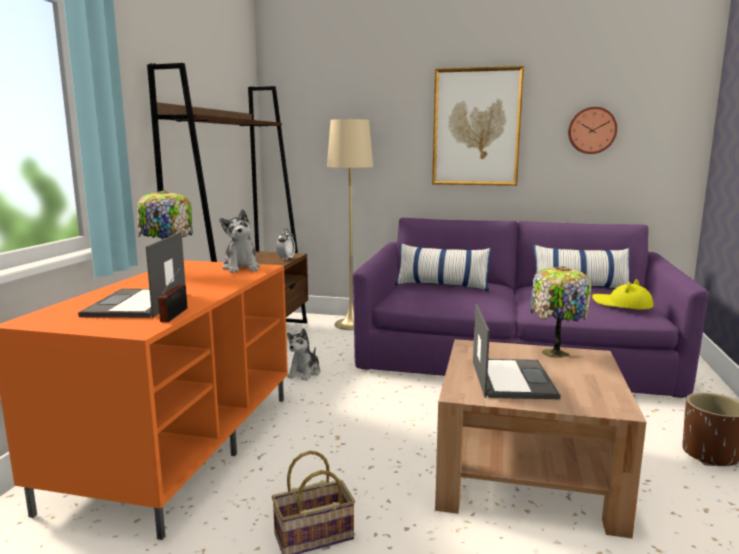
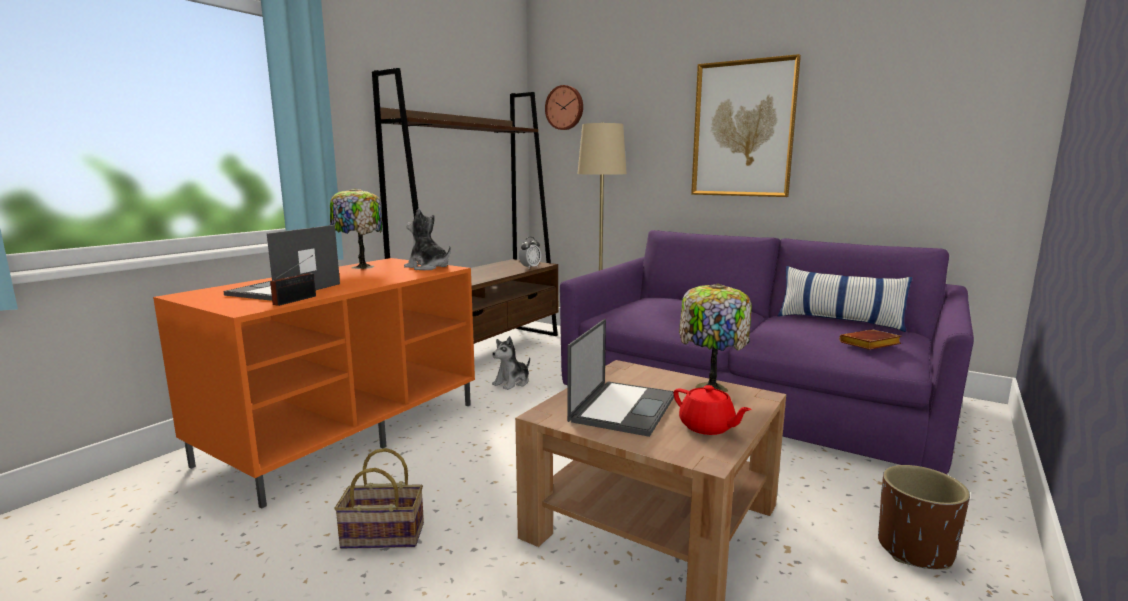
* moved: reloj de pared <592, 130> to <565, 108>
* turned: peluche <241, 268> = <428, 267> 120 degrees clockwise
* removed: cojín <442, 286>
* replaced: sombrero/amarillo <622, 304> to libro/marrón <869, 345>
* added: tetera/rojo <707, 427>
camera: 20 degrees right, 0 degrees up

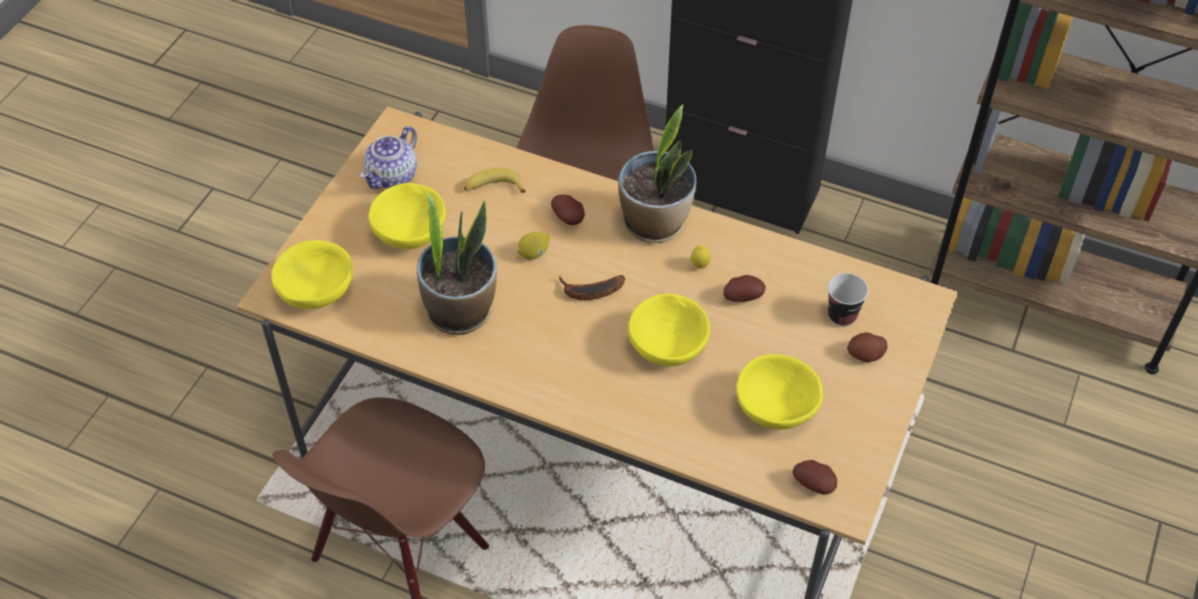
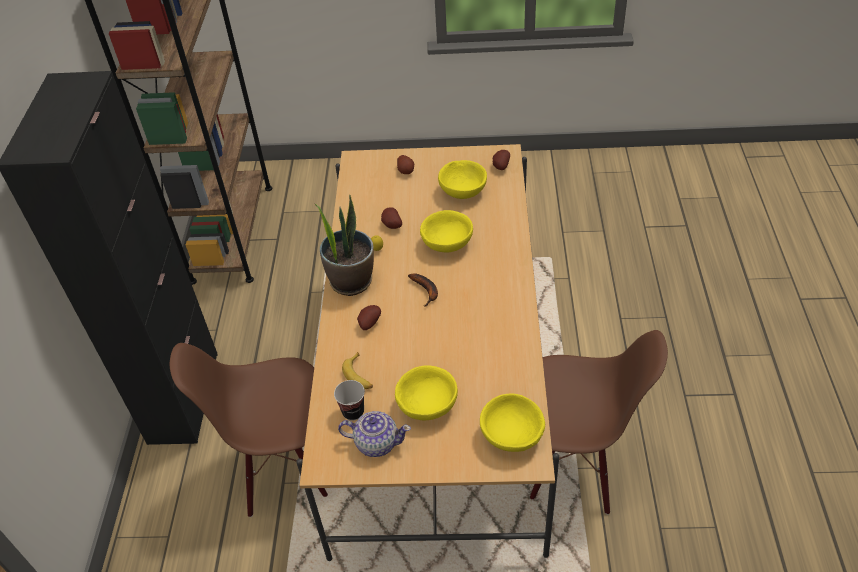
* removed: planta en maceta <460, 311>
* removed: limón <534, 254>
* moved: taza <842, 315> to <353, 412>
camera: 110 degrees left, 5 degrees down

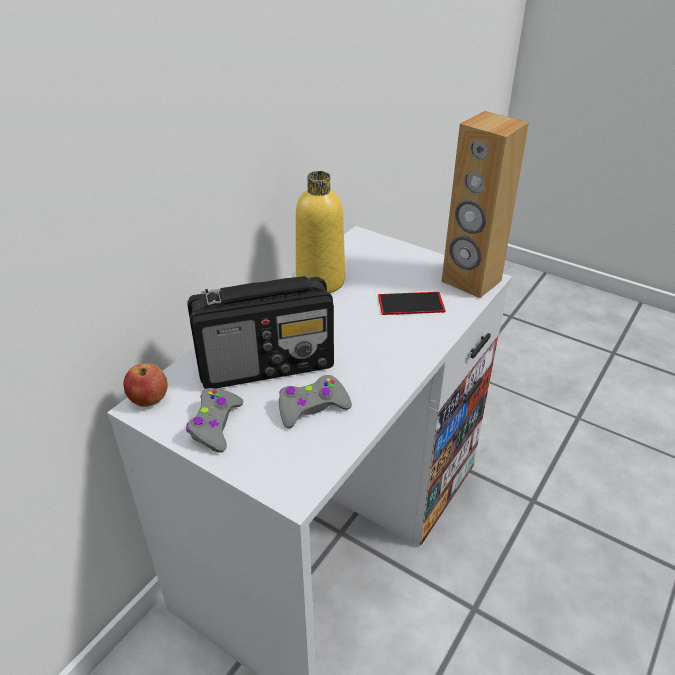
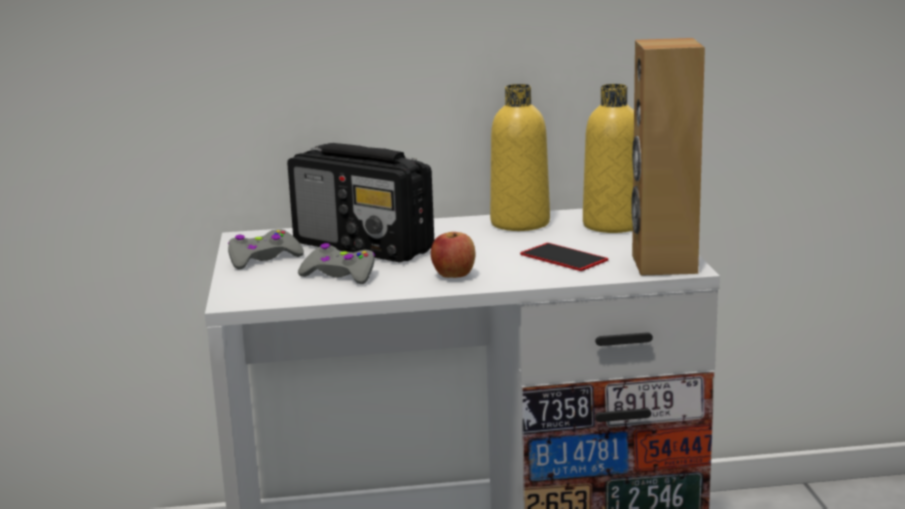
* moved: manzana <149, 400> to <453, 276>
* added: botella/amarillo <612, 225>
camera: 50 degrees right, 20 degrees down

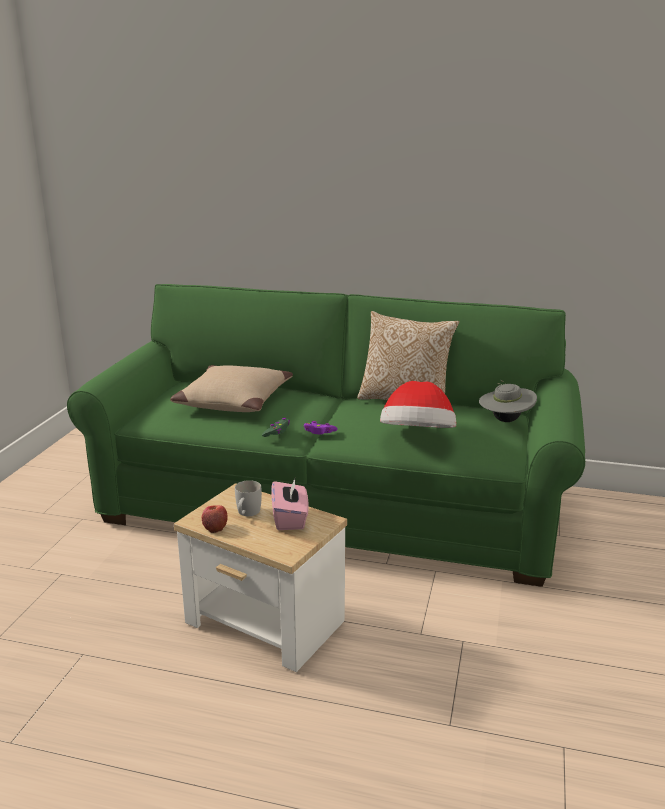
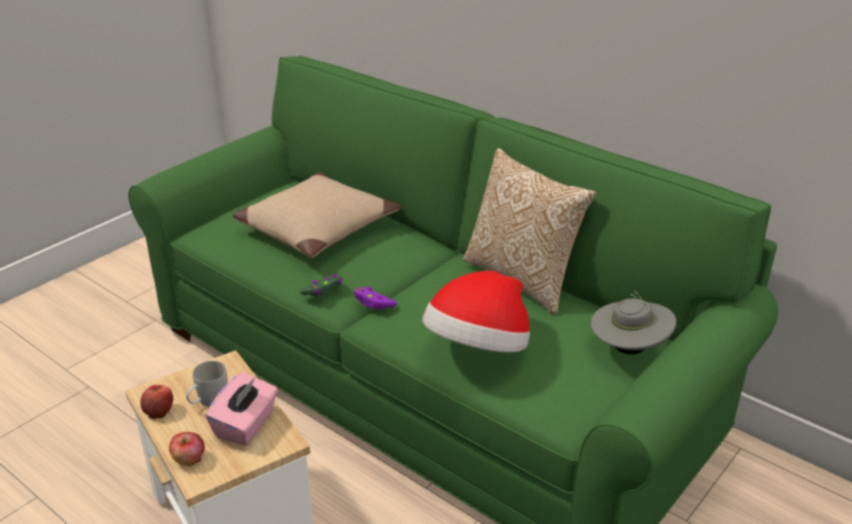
* added: manzana <189, 459>
camera: 25 degrees right, 10 degrees up

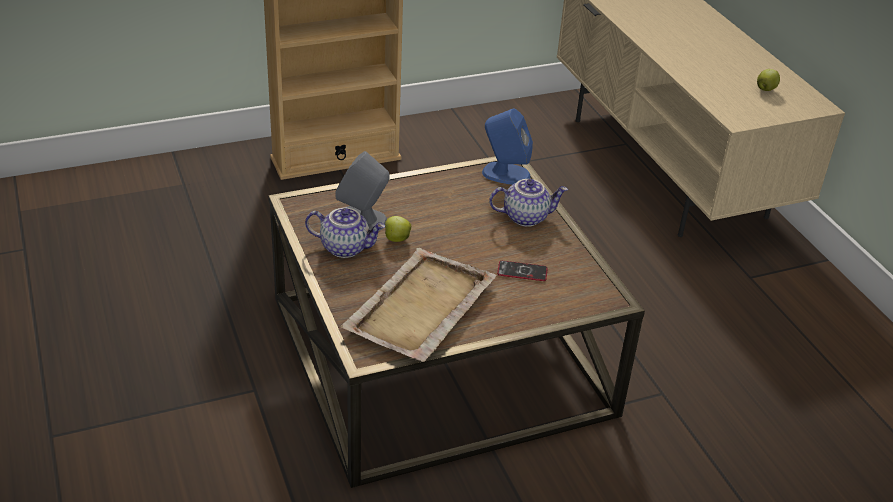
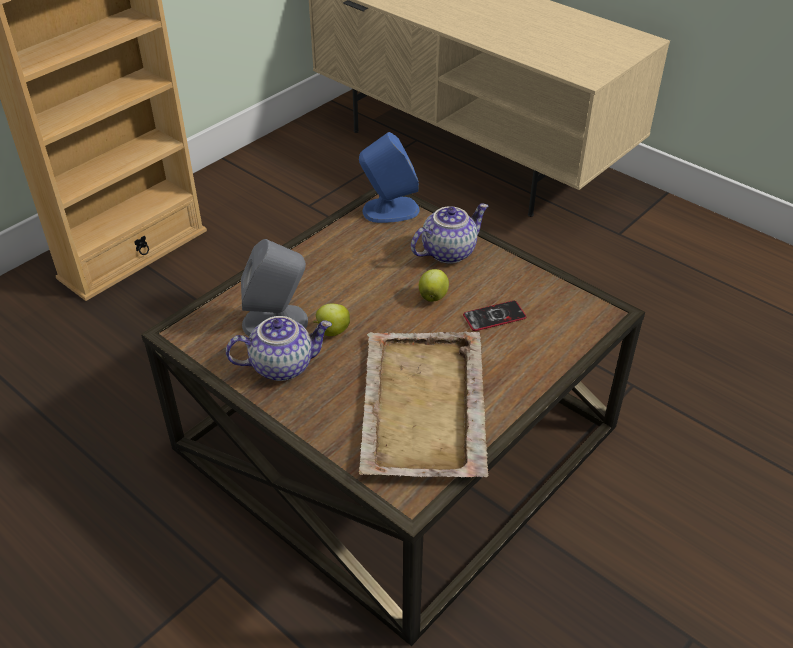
* moved: manzana <766, 89> to <433, 296>
camera: 25 degrees left, 5 degrees up

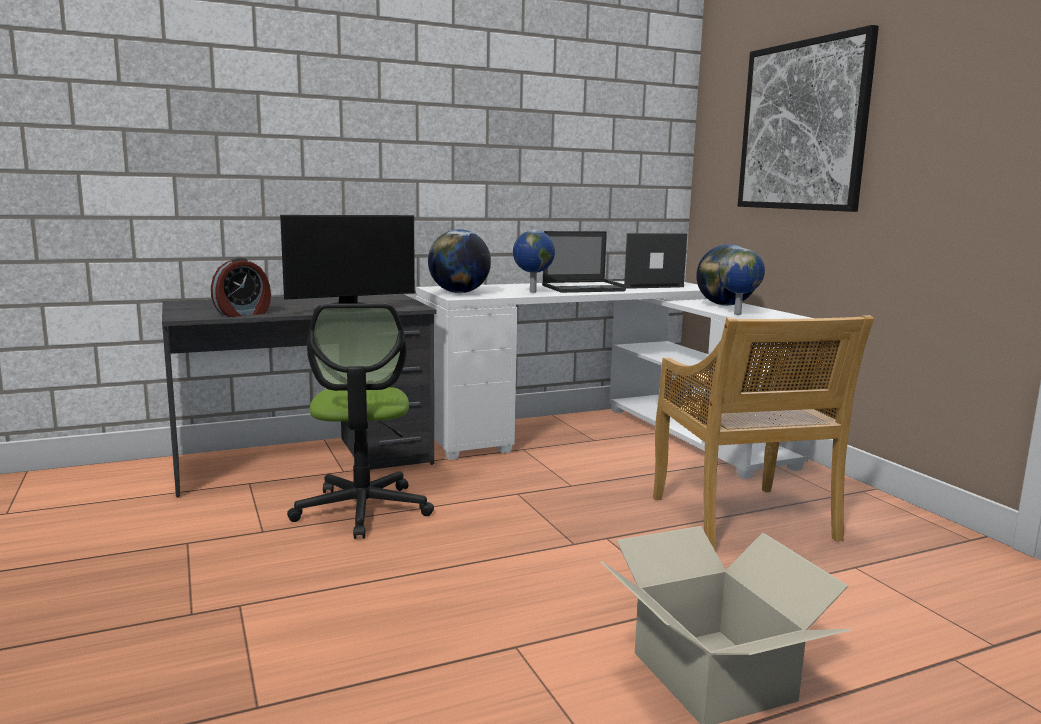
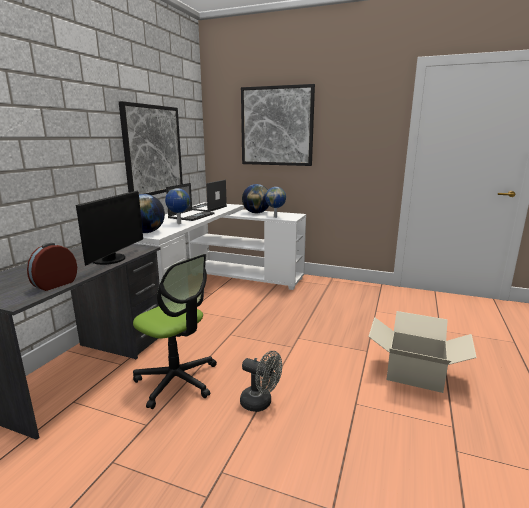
* turned: despertador <243, 313> = <54, 284> 150 degrees counterclockwise
* removed: silla/beis <743, 520>
* added: cuadro <153, 150>
* added: ventilador/gris <260, 403>
camera: 45 degrees left, 5 degrees up

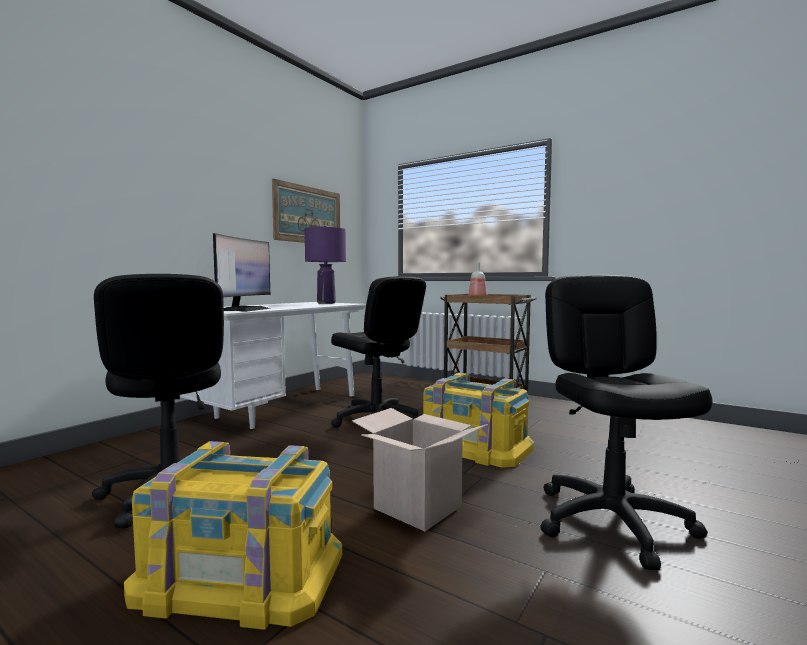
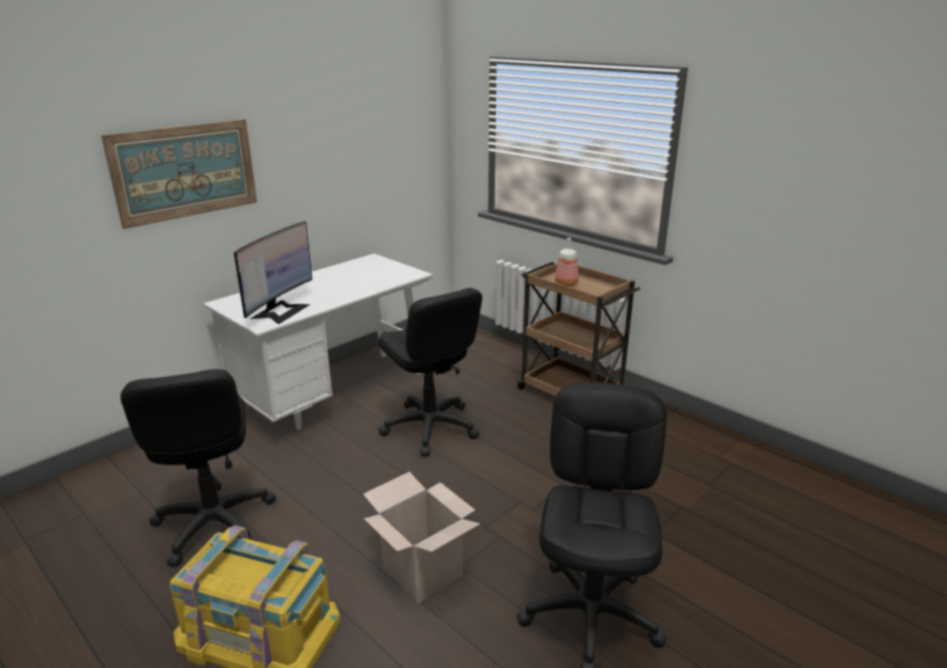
* moved: cuadro <308, 215> to <185, 171>
* removed: lámpara de mesa/morado <326, 303>
* removed: caja de almacenaje/amarillo <474, 446>
camera: 10 degrees right, 20 degrees up

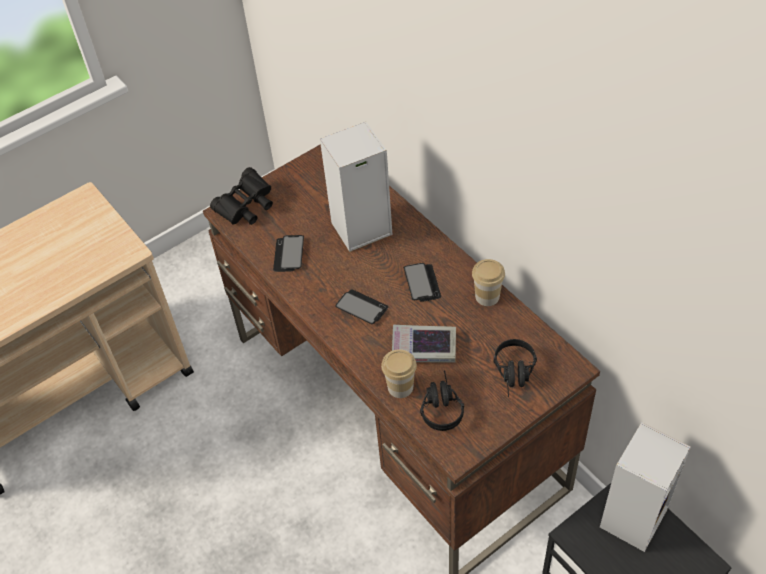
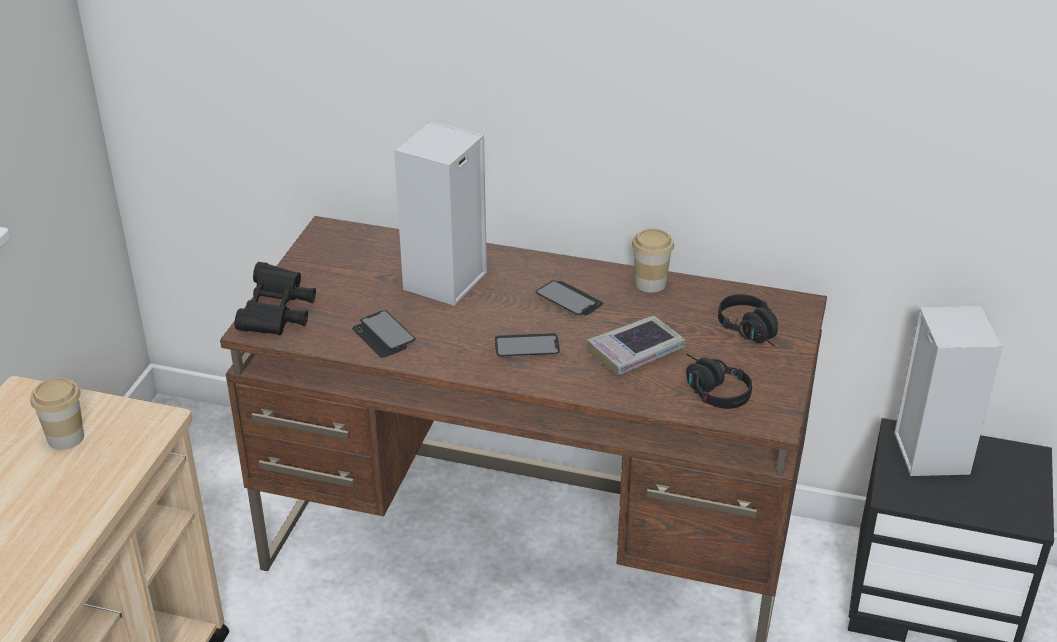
* moved: taza <400, 387> to <66, 438>
camera: 40 degrees left, 15 degrees down

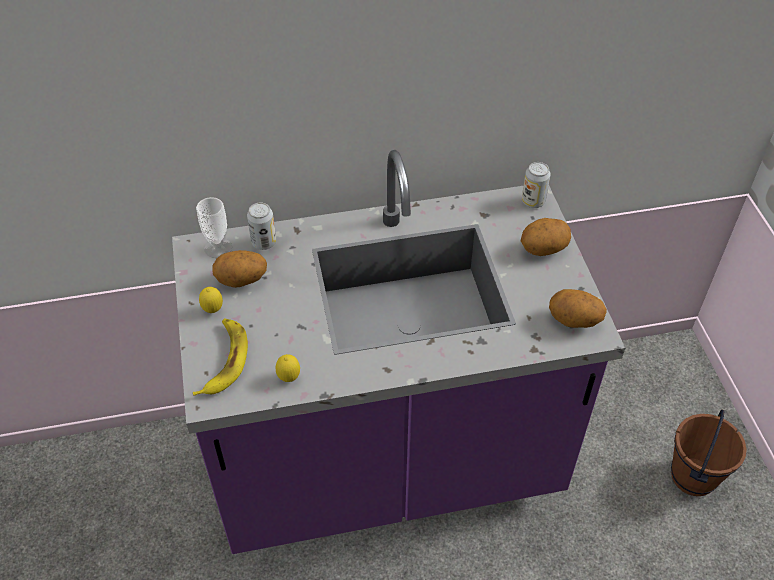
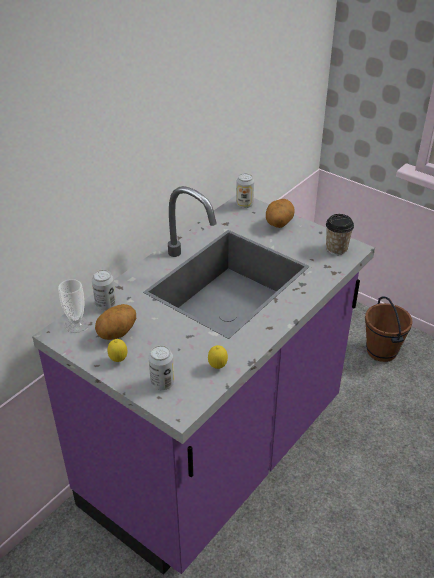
* replaced: patata <573, 321> to taza <336, 249>
* replaced: plátano <224, 360> to lata <162, 383>
camera: 40 degrees left, 10 degrees down

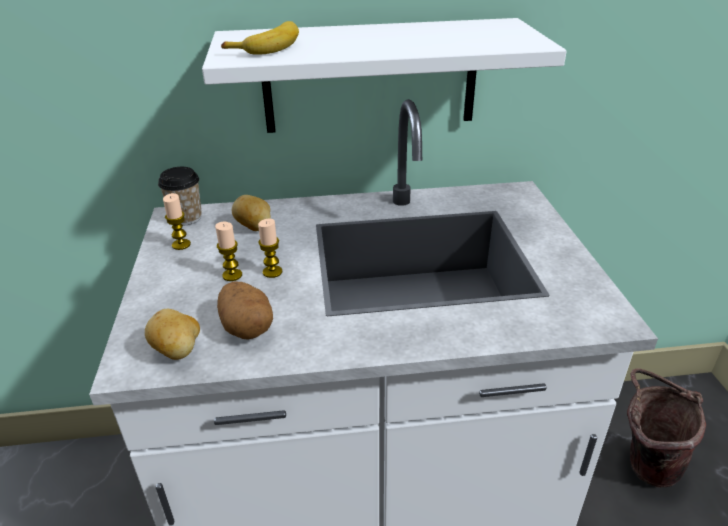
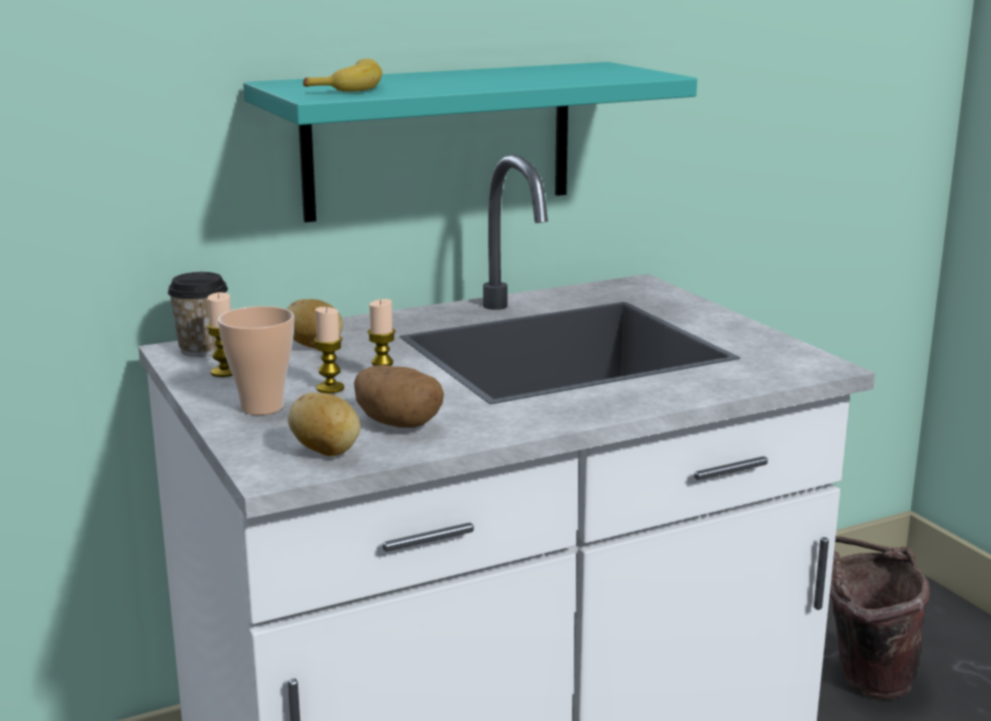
* recoloured: estante/blanco <370, 77> to estante/turquesa <439, 140>
* added: taza <262, 407>
camera: 20 degrees left, 15 degrees down

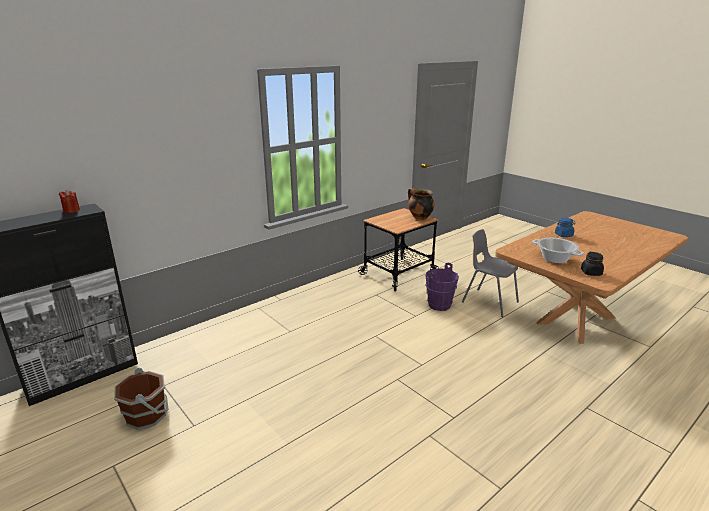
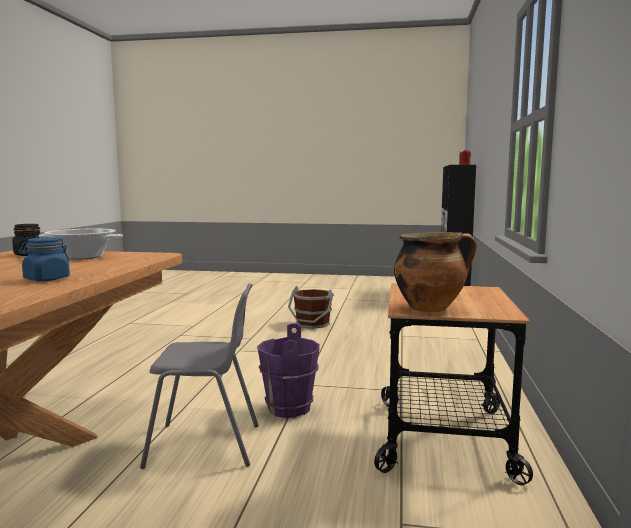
* moved: cubo/marrón <147, 415> to <312, 324>
camera: 140 degrees right, 15 degrees down

